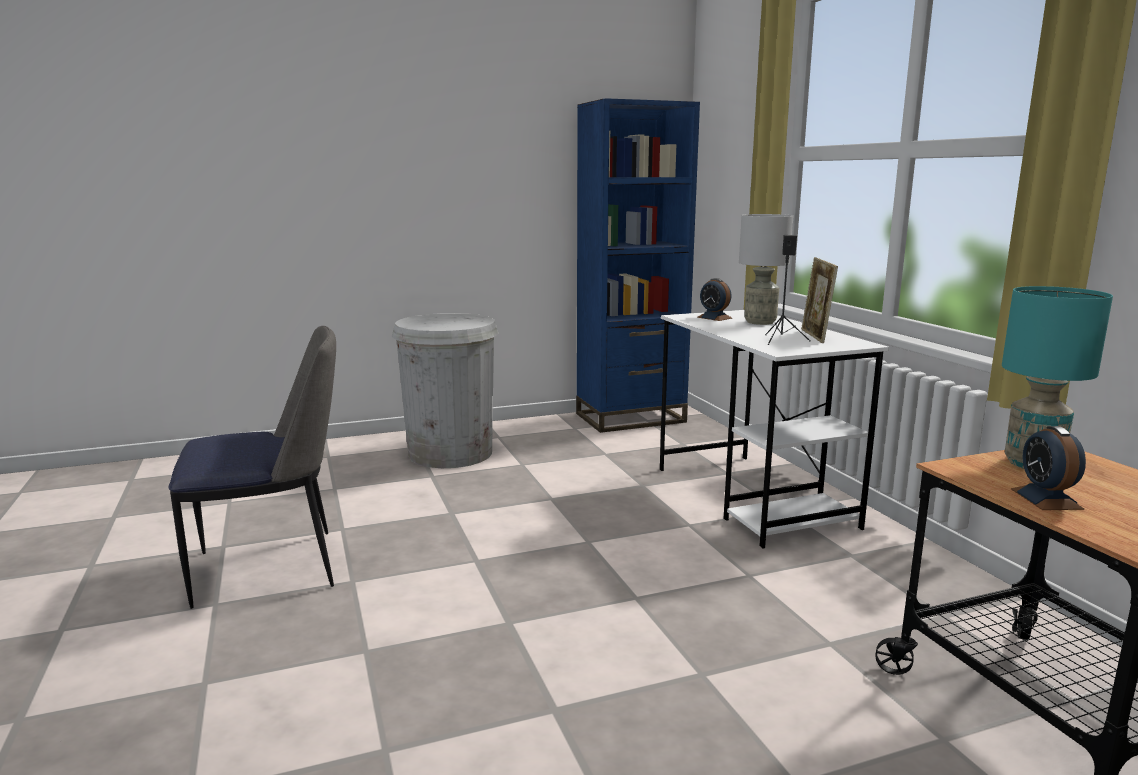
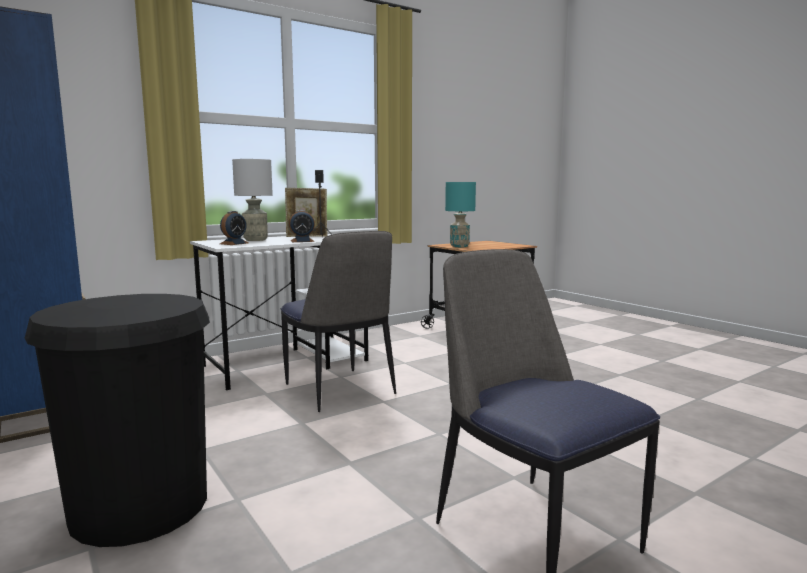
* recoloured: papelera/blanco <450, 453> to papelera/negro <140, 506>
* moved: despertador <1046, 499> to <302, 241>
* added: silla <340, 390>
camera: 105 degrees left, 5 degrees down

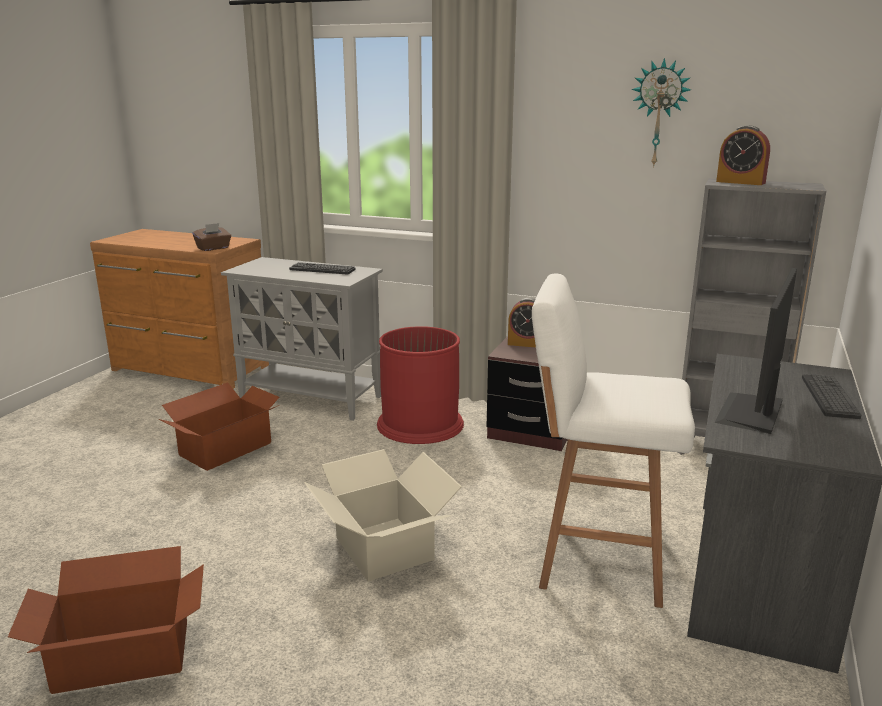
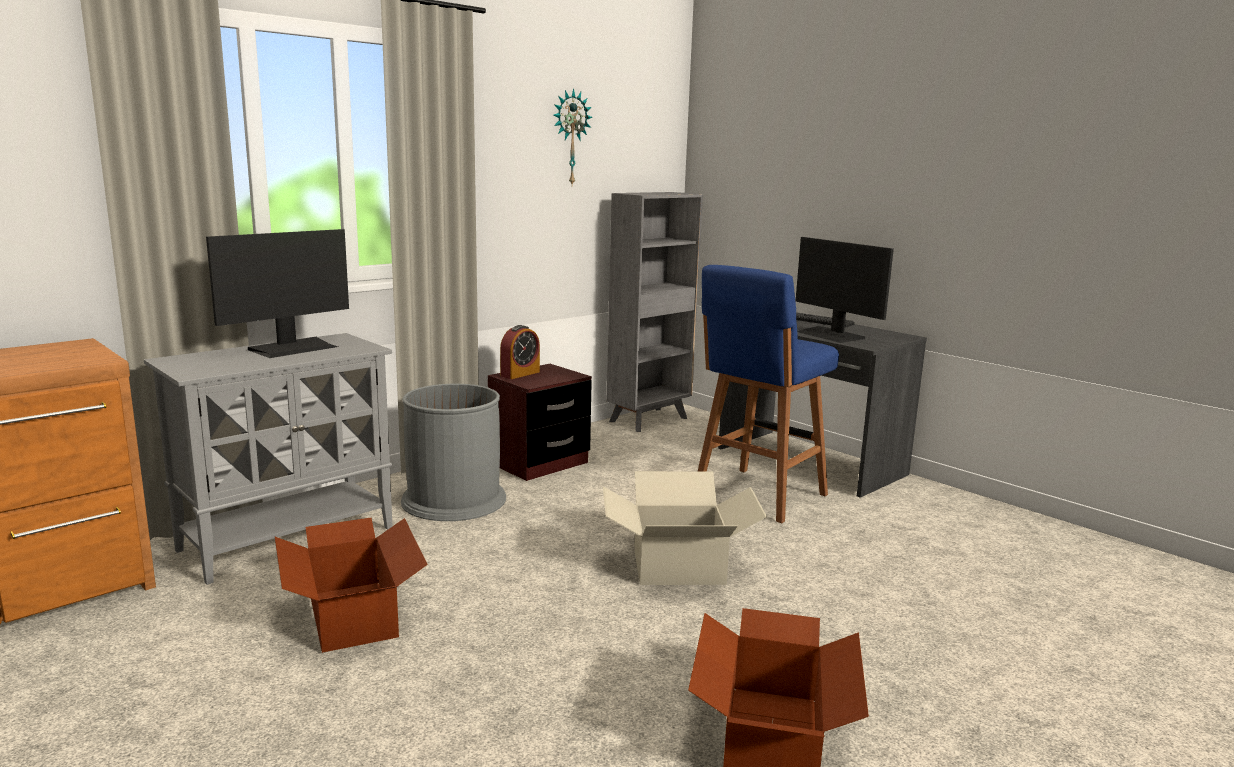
* removed: despertador <740, 182>
* removed: caja de pañuelos/marrón <213, 248>
* replaced: teclado <322, 269> to monitor <293, 348>
* recoloured: taburete/blanco <596, 559> to taburete/azul <757, 496>
* recoloured: papelera/rojo <420, 424> to papelera/gris <454, 499>
camera: 65 degrees left, 5 degrees down

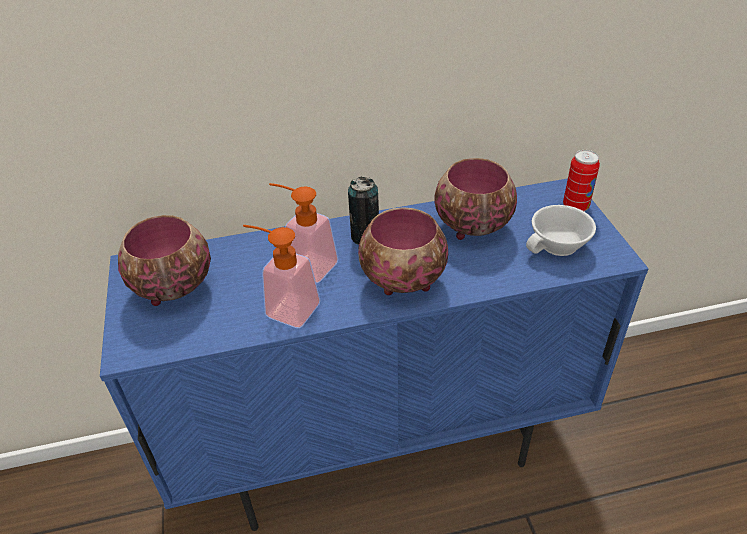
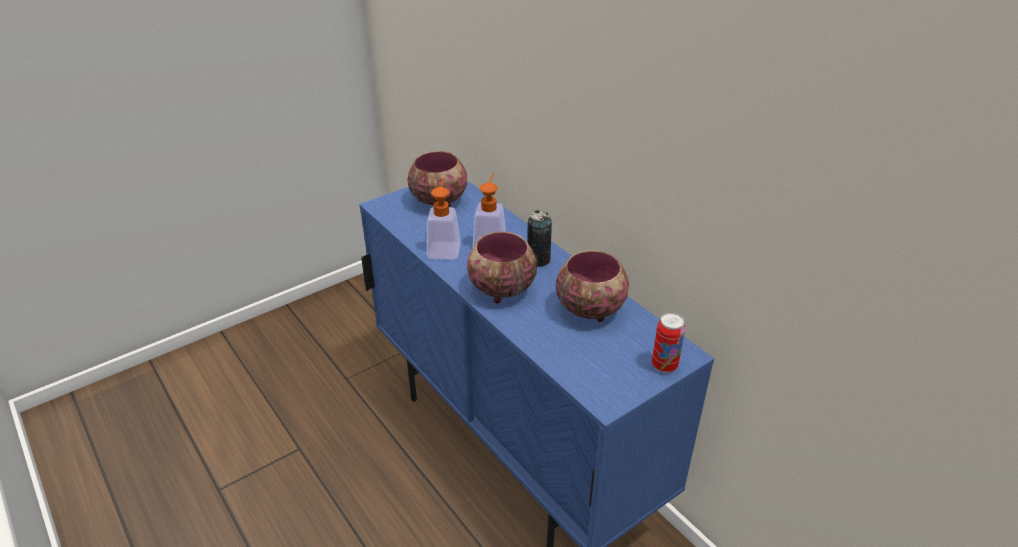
* removed: taza/blanco <559, 246>
camera: 65 degrees right, 5 degrees down

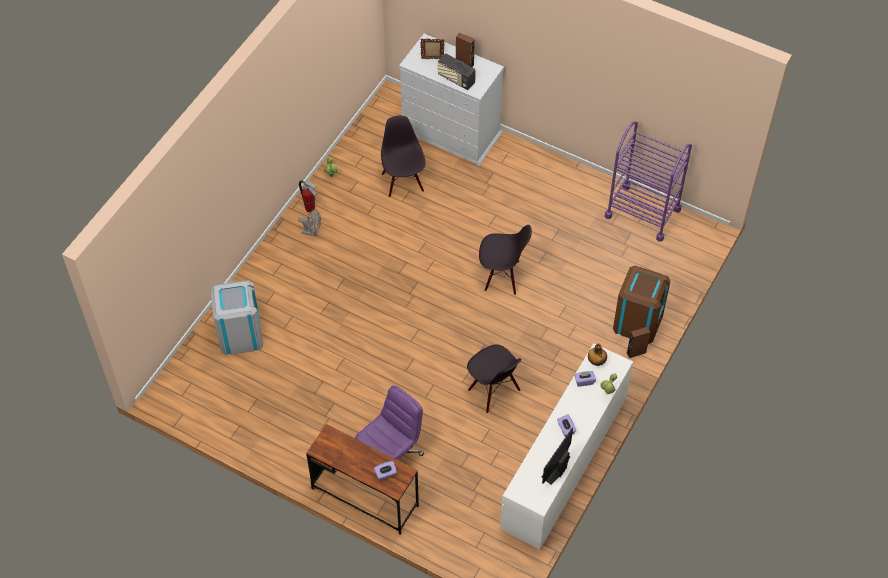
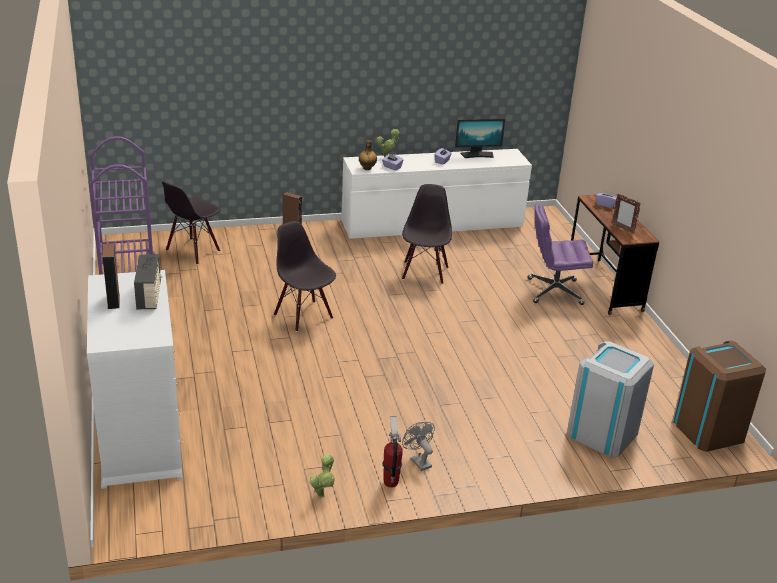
* moved: portarretratos <432, 59> to <622, 229>
* moved: silla/negro <403, 182> to <193, 251>
* moved: papelera/marrón <637, 322> to <708, 430>
camera: 135 degrees left, 25 degrees down

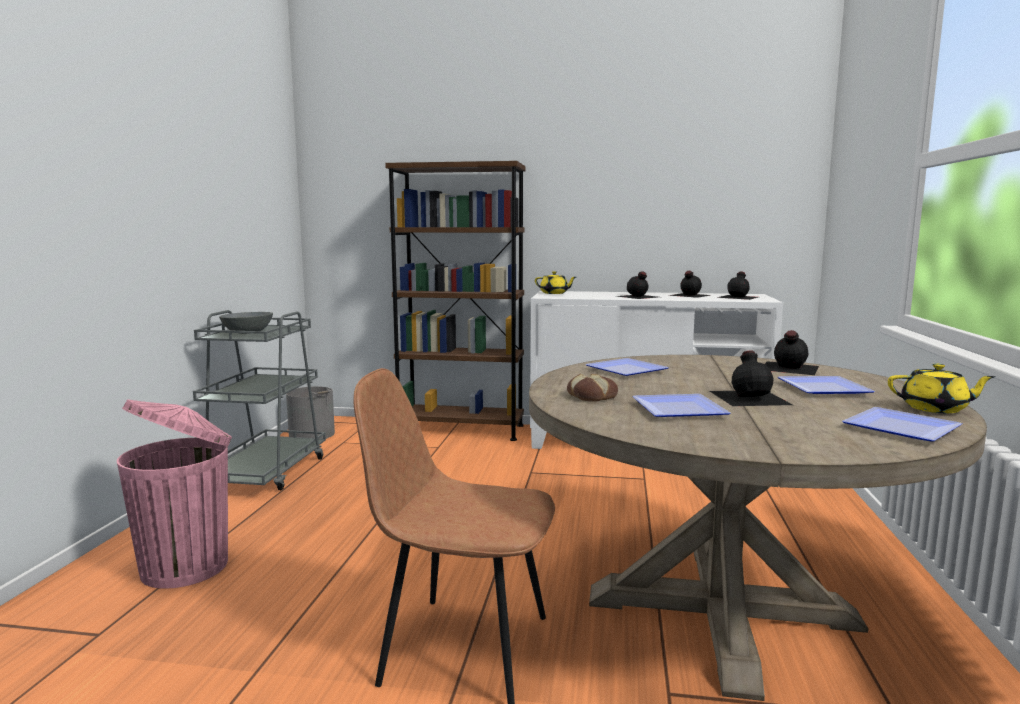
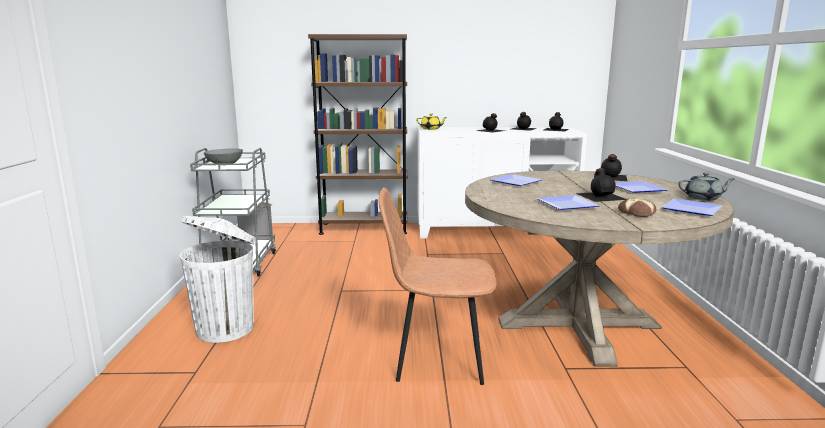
* recoloured: tetera/amarillo <935, 409> to tetera/gris <703, 198>
* moved: pan <592, 396> to <637, 213>
* recoloured: papelera/rosa <188, 566> to papelera/blanco <227, 328>
camera: 10 degrees left, 5 degrees up

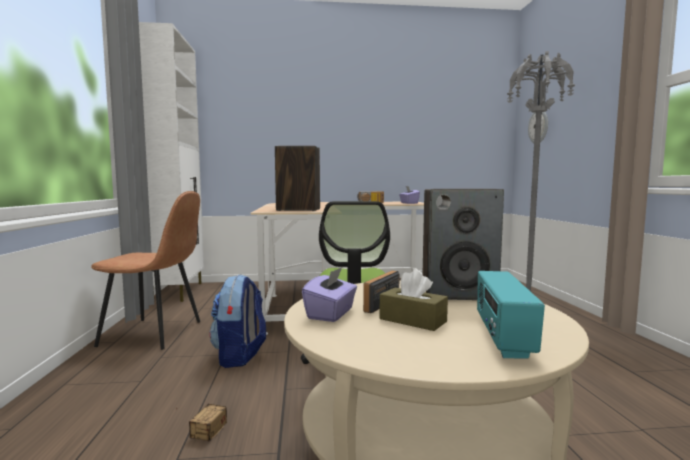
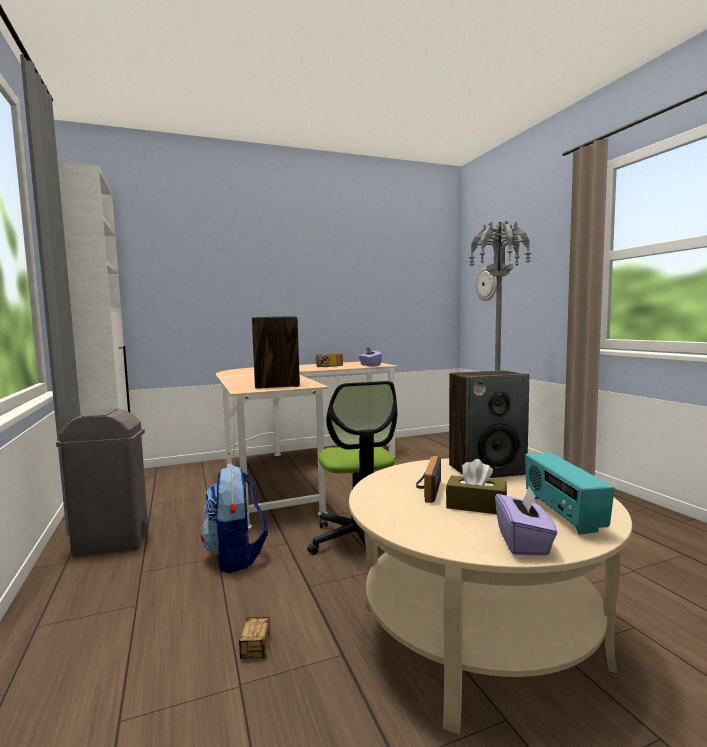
* replaced: silla/marrón <154, 333> to papelera/gris <112, 544>
* moved: caja de pañuelos/morado <331, 314> to <523, 542>
camera: 15 degrees left, 0 degrees up

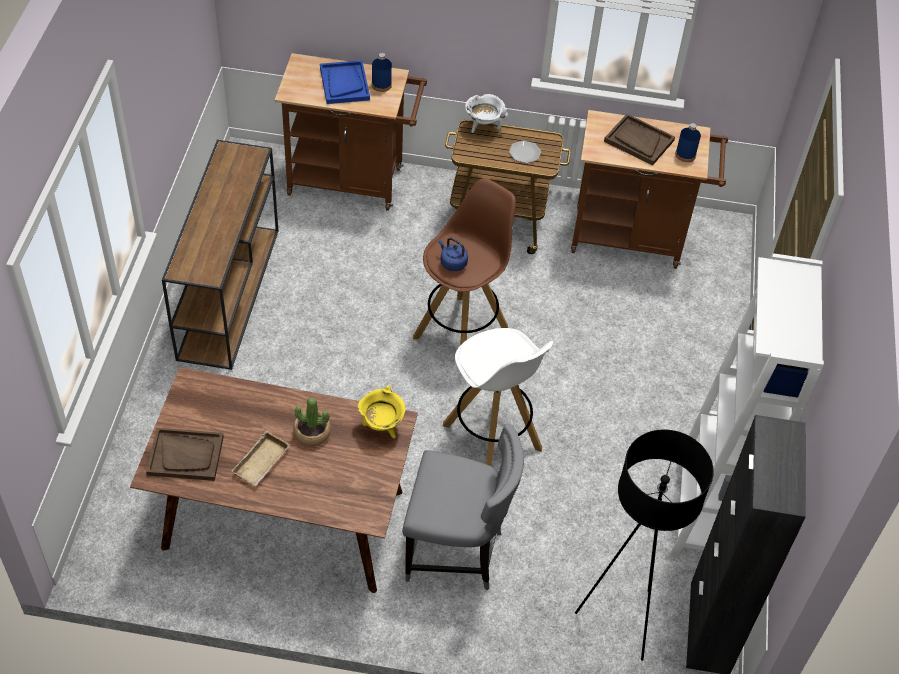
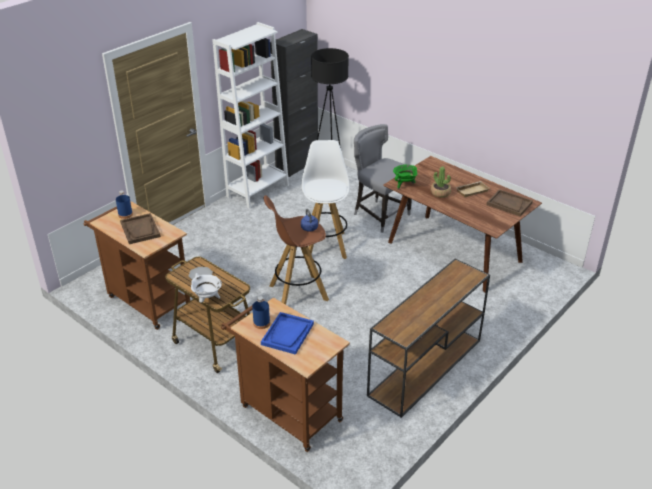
* recoloured: olla/amarillo <382, 426> to olla/verde <404, 185>
camera: 145 degrees left, 15 degrees down

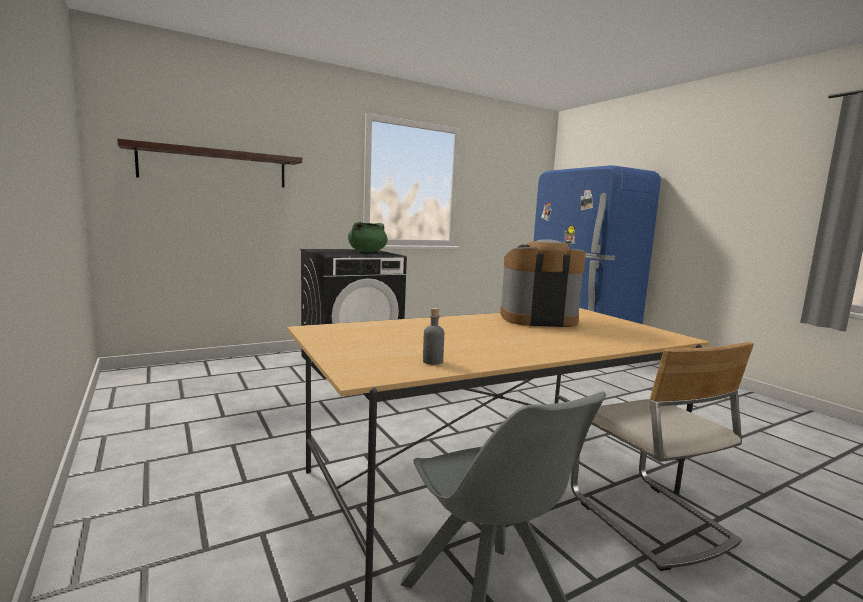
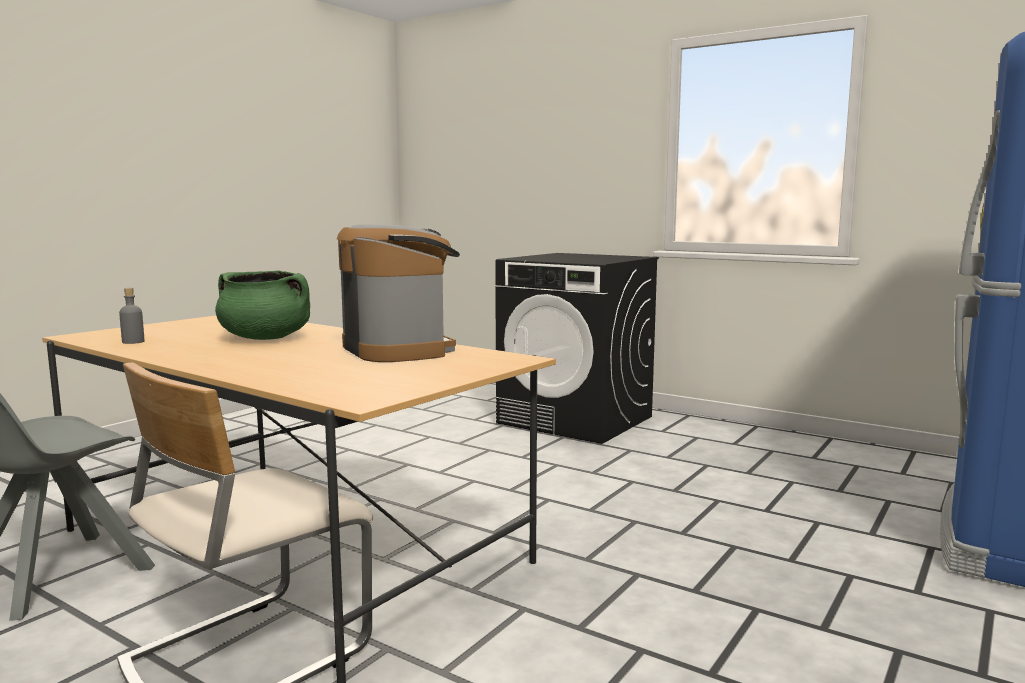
* removed: estante <215, 167>
* moved: olla/verde <367, 251> to <266, 338>
camera: 65 degrees right, 0 degrees up

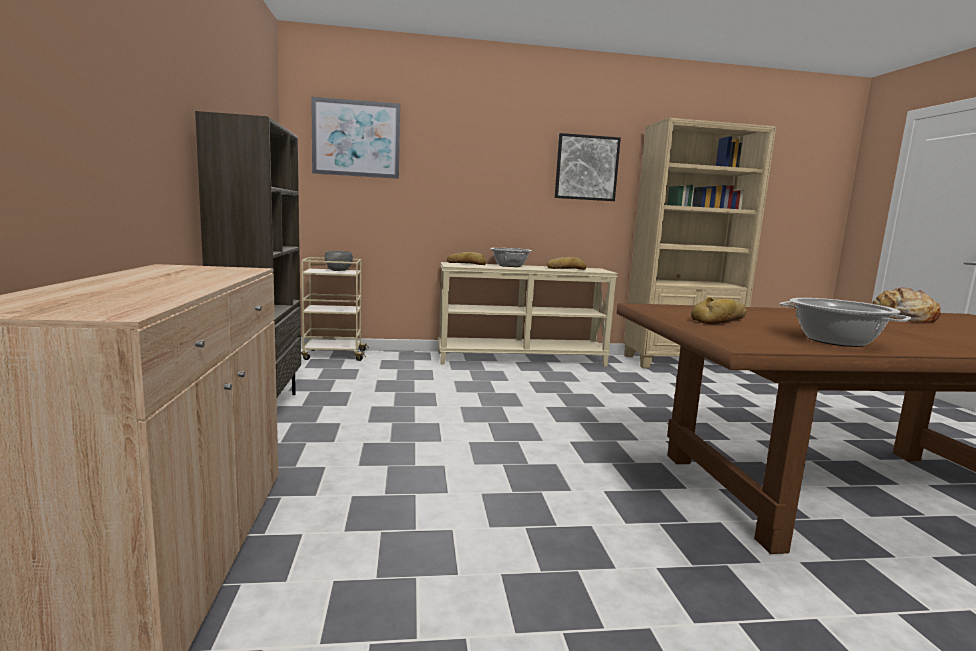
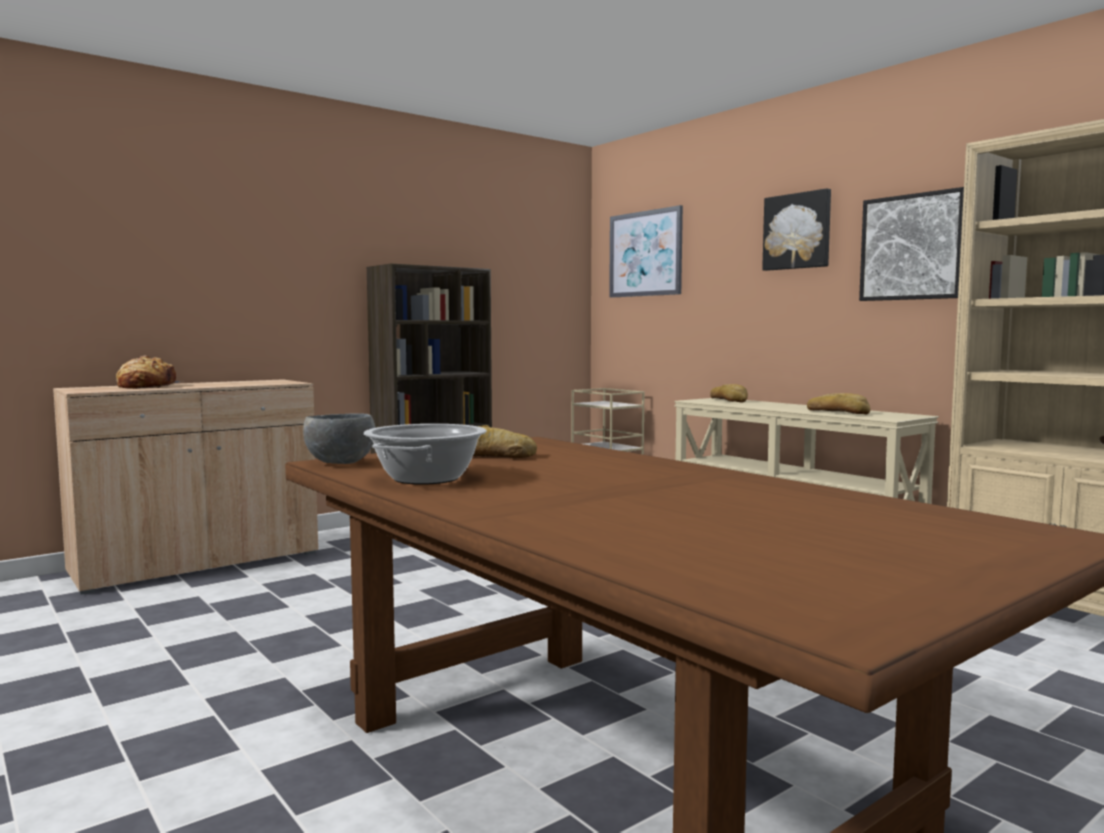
* removed: olla <510, 266>
* moved: cuenco/gris <339, 271> to <341, 463>
* moved: pan <902, 318> to <147, 386>
* added: cuadro <797, 231>
camera: 60 degrees right, 5 degrees down

